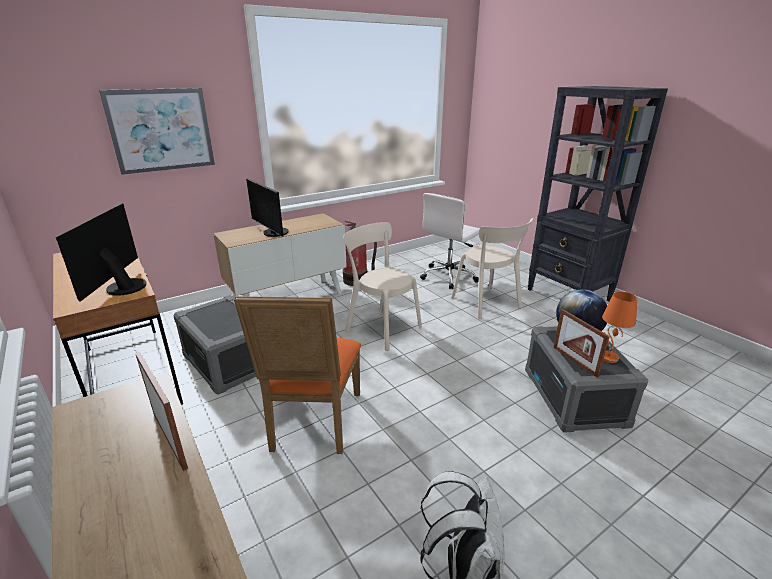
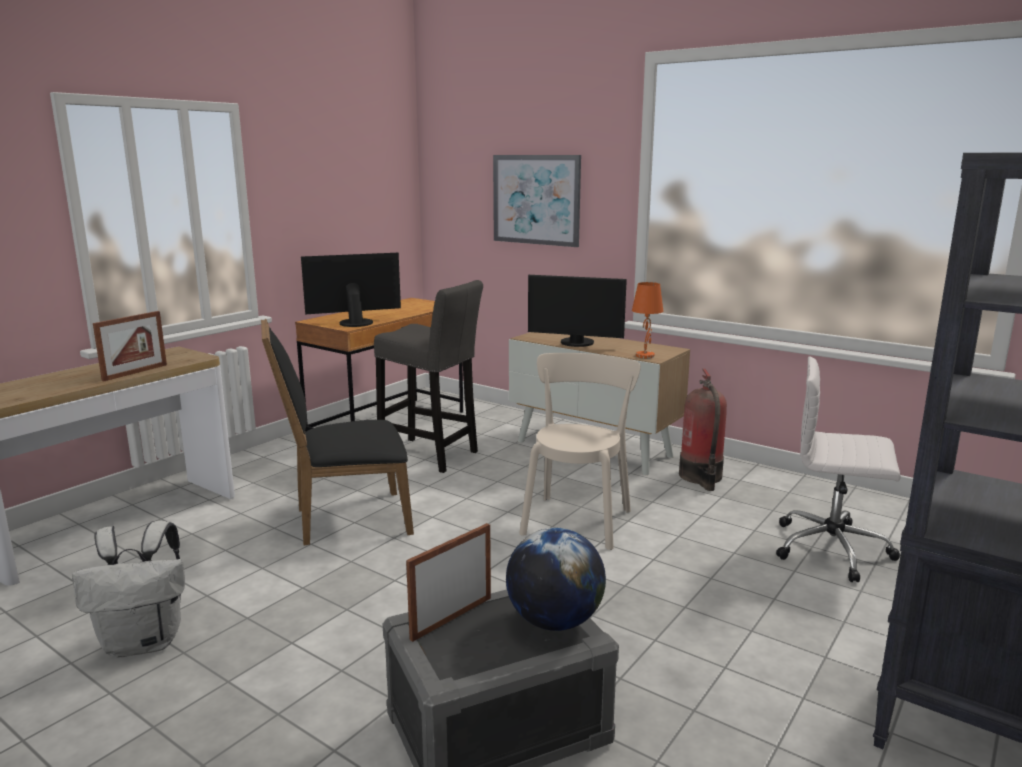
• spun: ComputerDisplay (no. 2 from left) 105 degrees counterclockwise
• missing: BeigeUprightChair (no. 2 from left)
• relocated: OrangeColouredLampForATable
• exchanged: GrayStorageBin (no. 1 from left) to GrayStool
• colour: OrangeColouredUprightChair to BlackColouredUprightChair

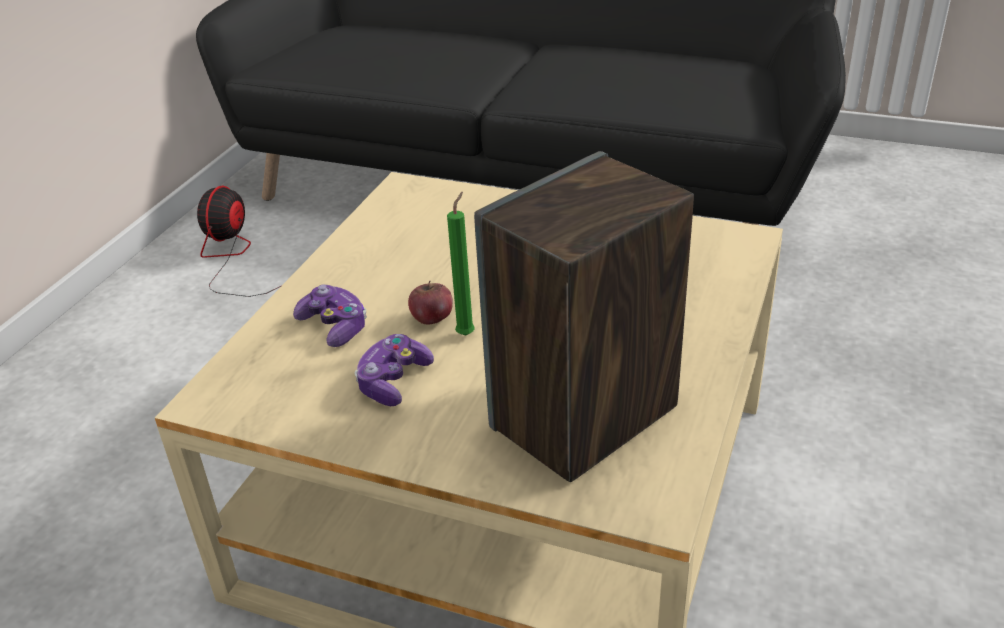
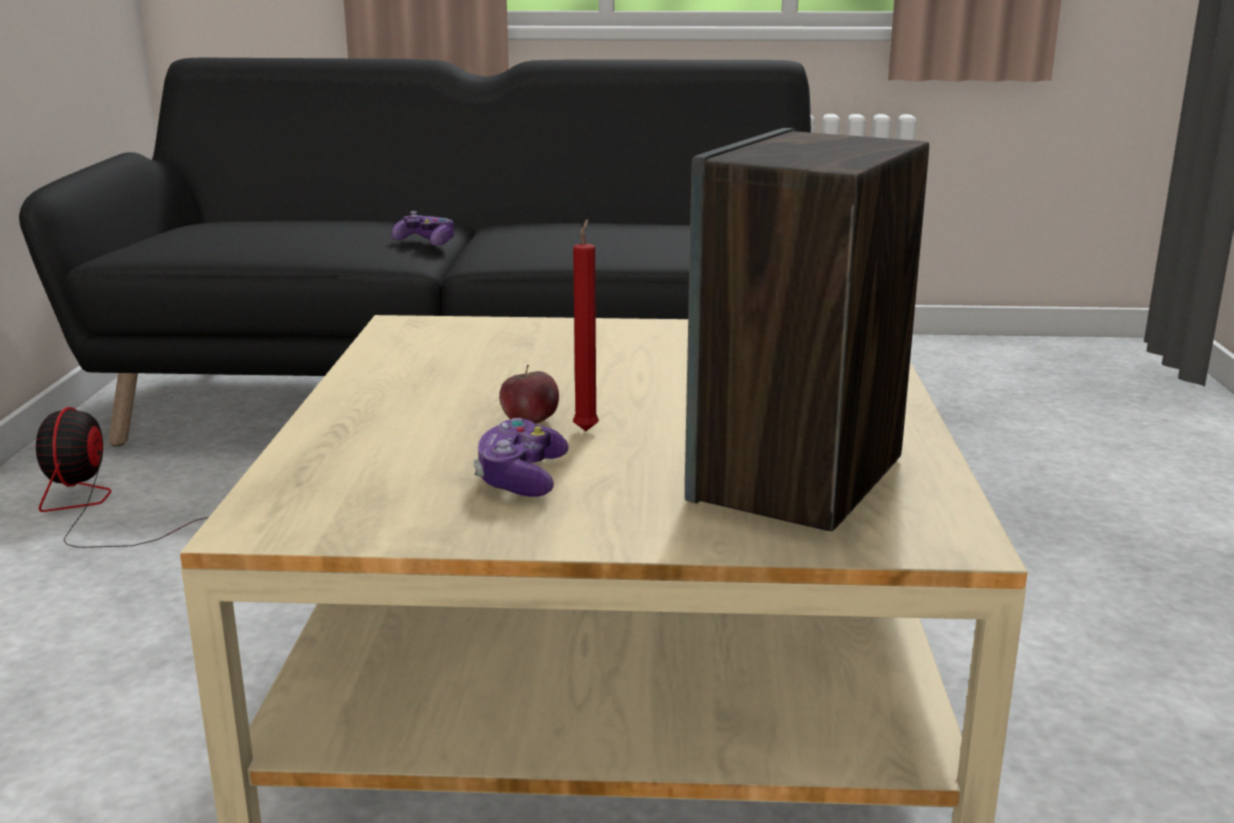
• colour: GreenWaxLight to RedWaxLight
• relocated: Joypad (no. 1 from left)

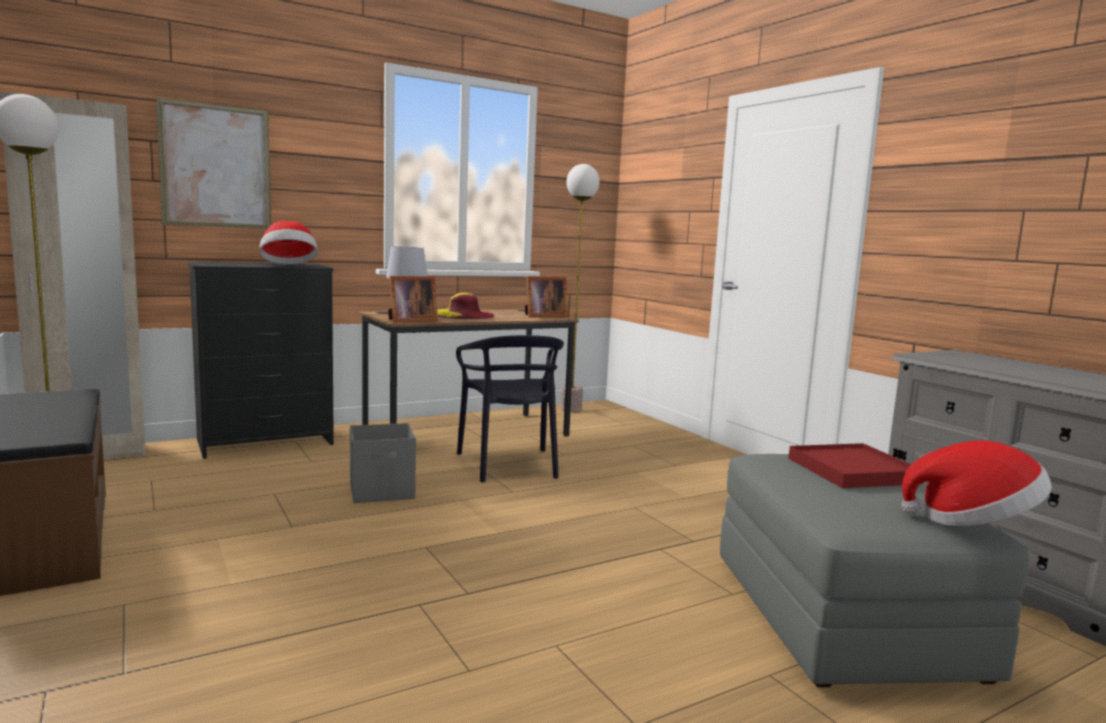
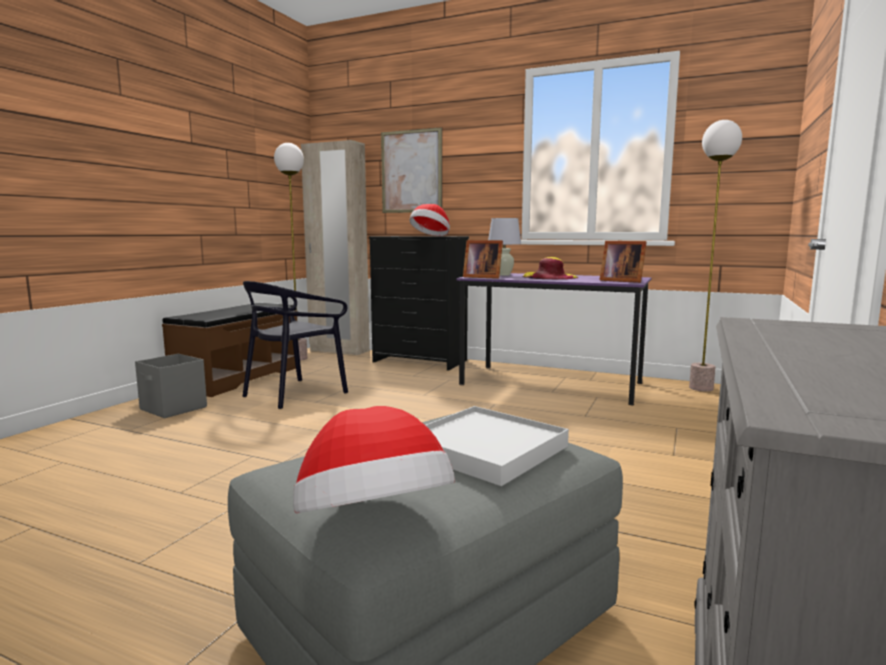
• colour: BrownColouredDeskTable to PurplishDeskTable
• relocated: BlackColouredUprightChair
• relocated: GrayStorageBin
• colour: RedServingTray to WhiteServingTray

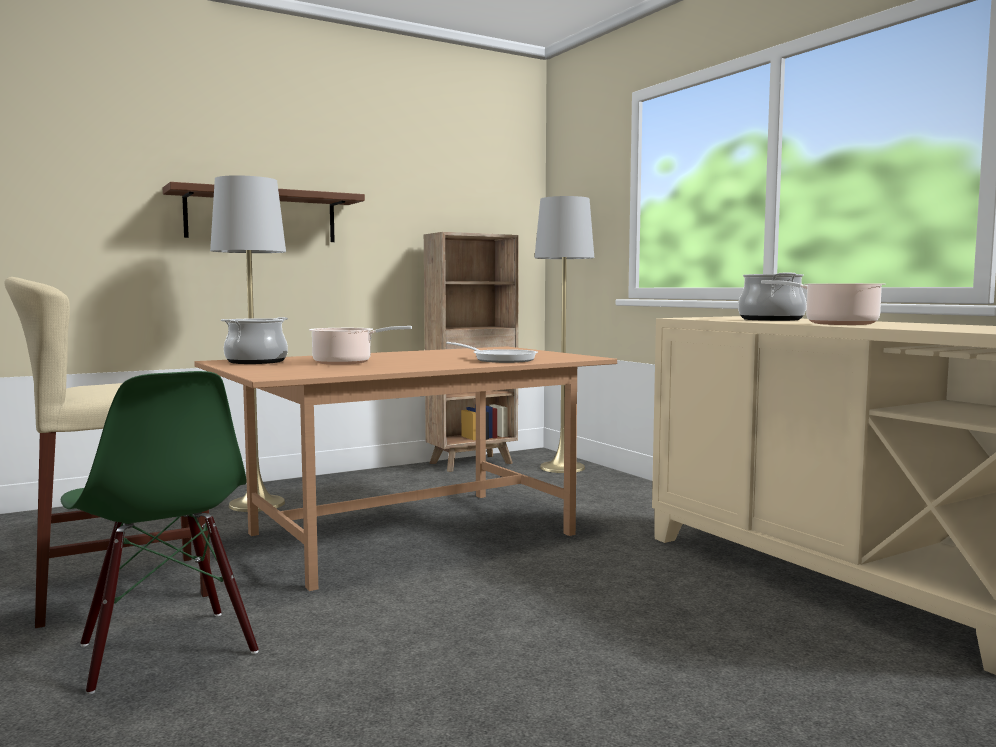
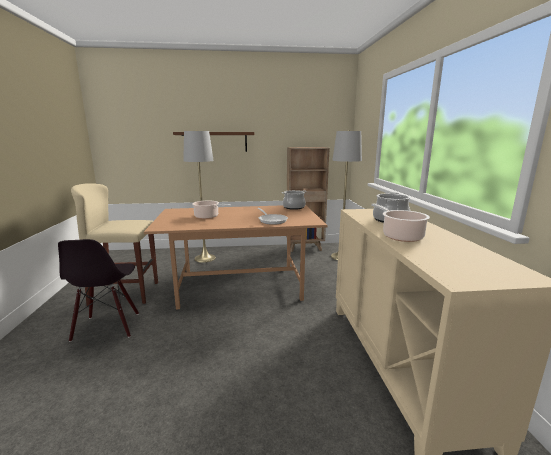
• relocated: CookingPot (no. 1 from left in the first image) to CookingPot (no. 2 from left)
• colour: GreenUprightChair to BlackColouredUprightChair

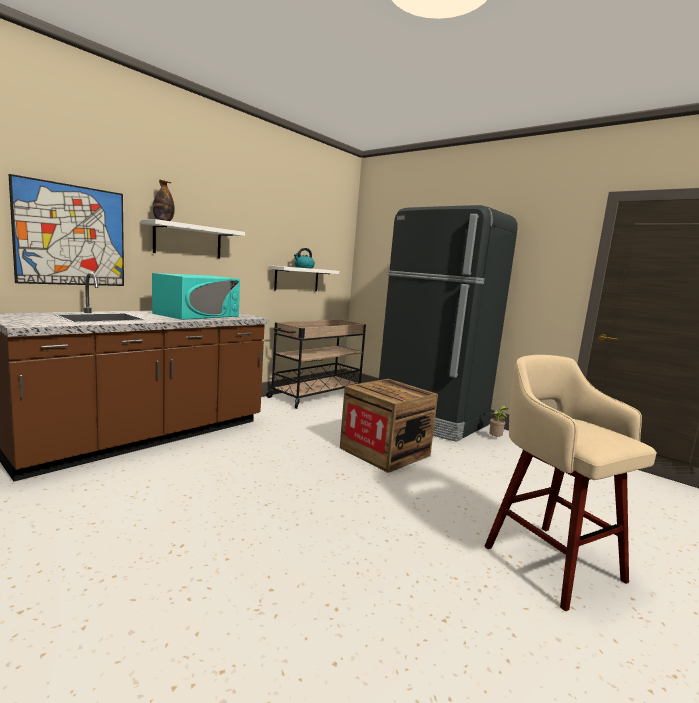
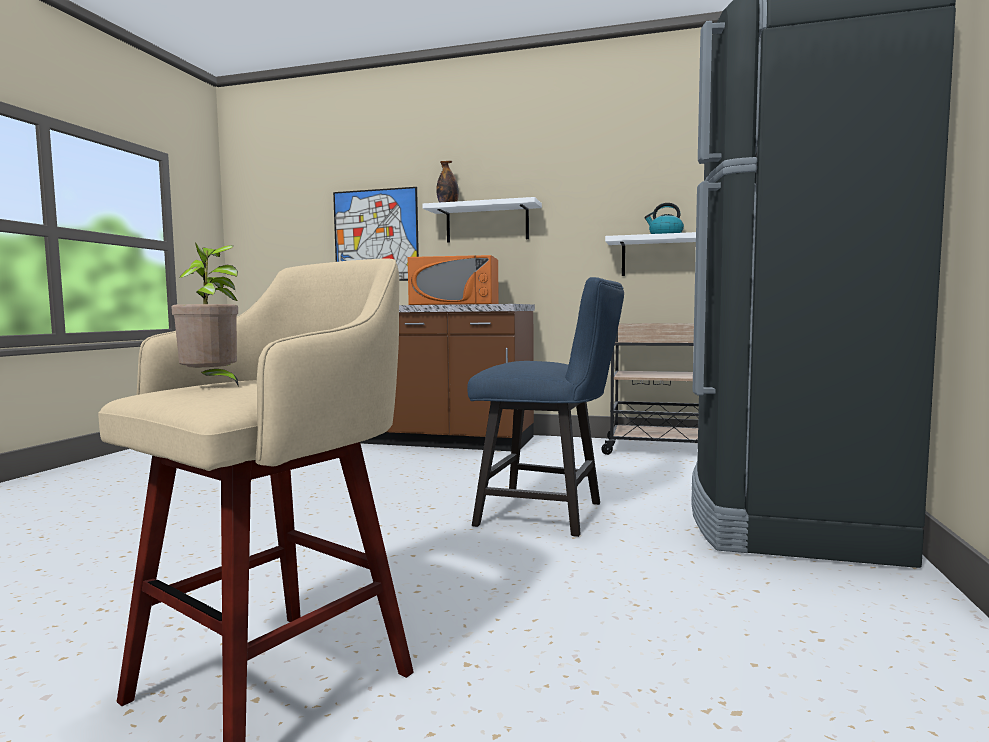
• colour: TurquoiseColouredMicrowaveOven to OrangeColouredMicrowaveOven
• exchanged: ShippingCrate to BlueColouredUprightChair
• relocated: Houseplant

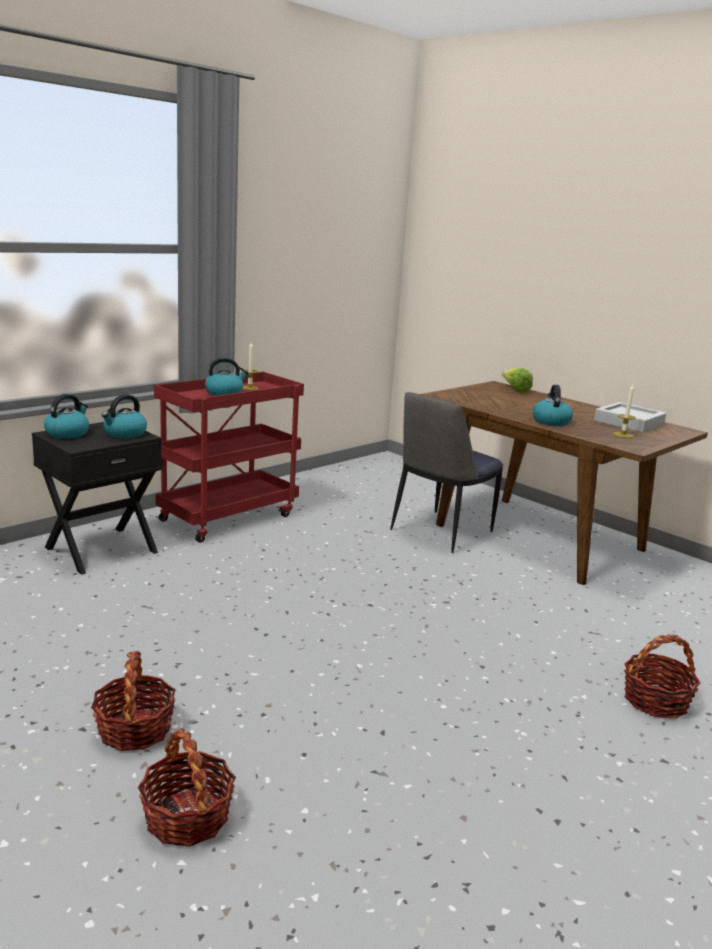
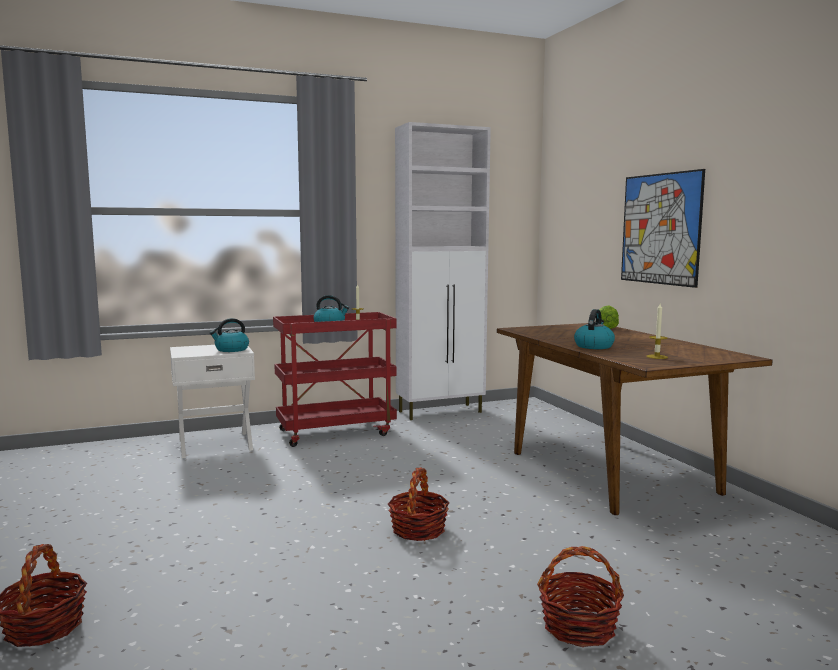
• missing: UprightChair
• missing: Kettle (no. 1 from left)
• missing: GrayServingTray
• colour: BlackColouredNightTable to WhiteNightTable
• relocated: StorageBasket (no. 1 from left in the first image) to StorageBasket (no. 2 from left)
• appeared: WhiteStorageCabinet
• appeared: WallPicture

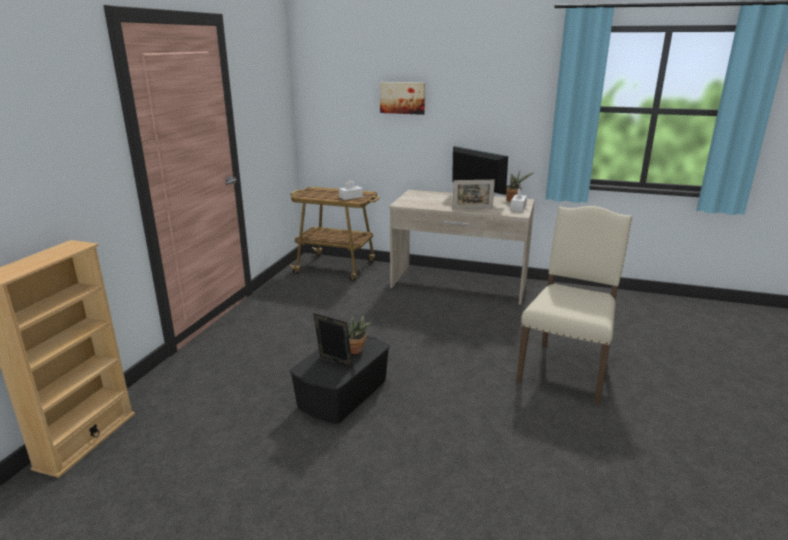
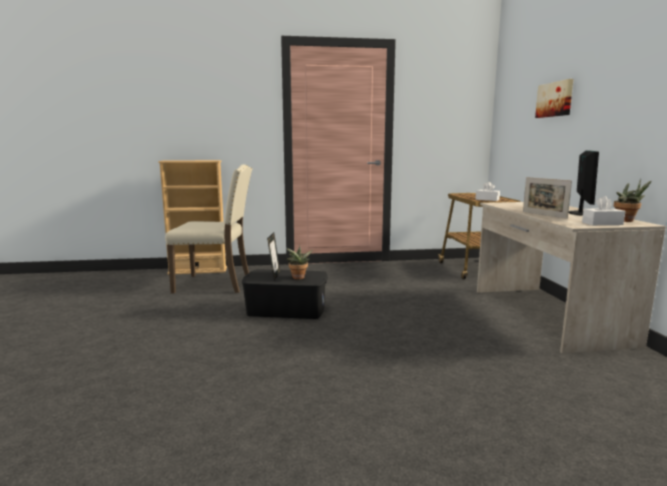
• relocated: BeigeUprightChair

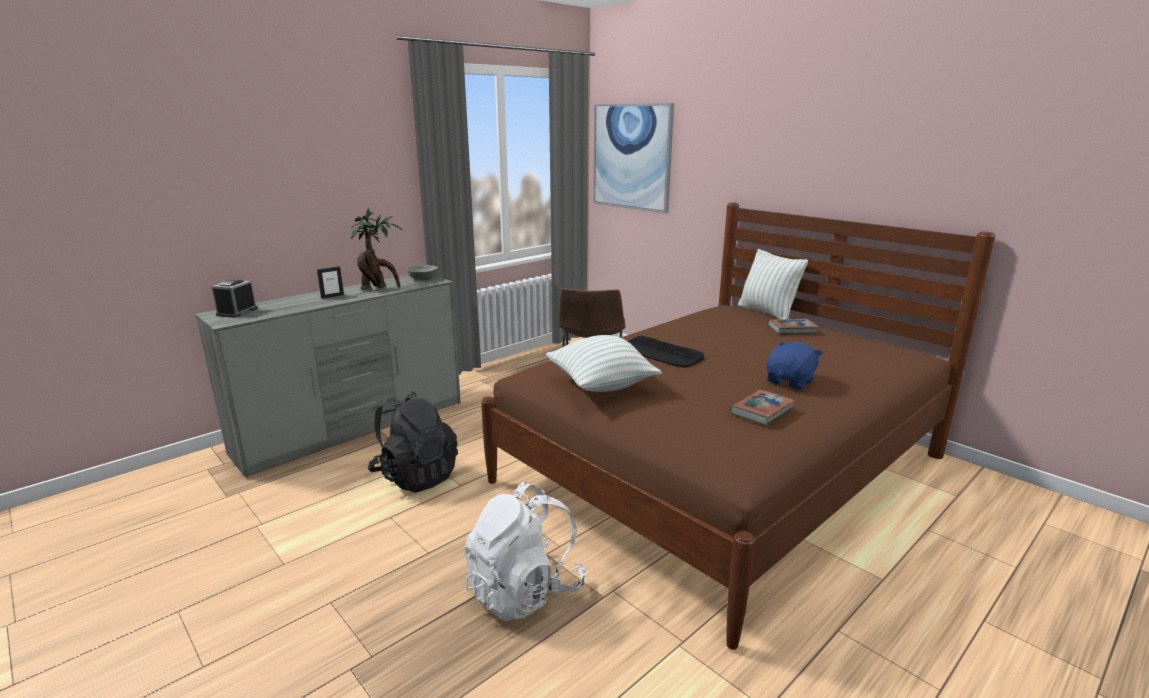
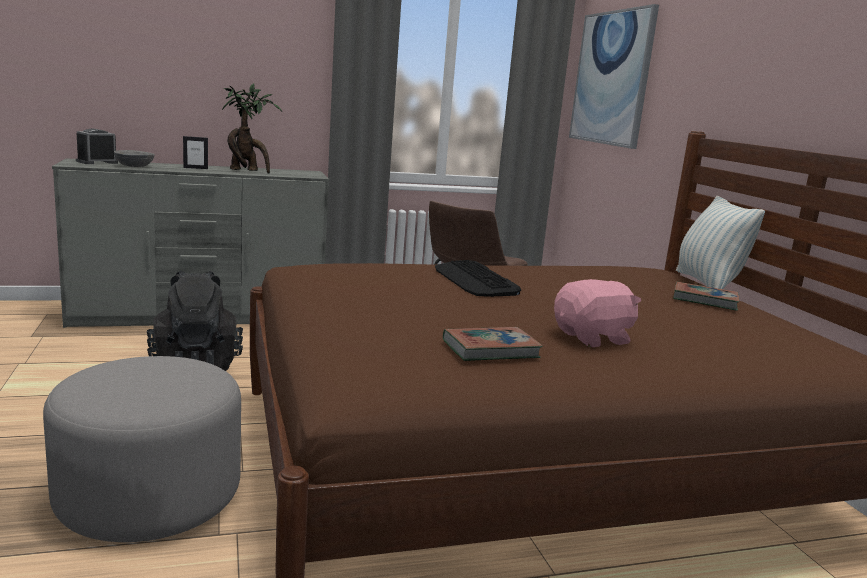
• relocated: GrayBowl
• missing: ThrowPillow (no. 1 from left)
• colour: BlueColouredCuddlyToy to PinkCuddlyToy
• exchanged: WhiteKnapsack to GrayOttoman

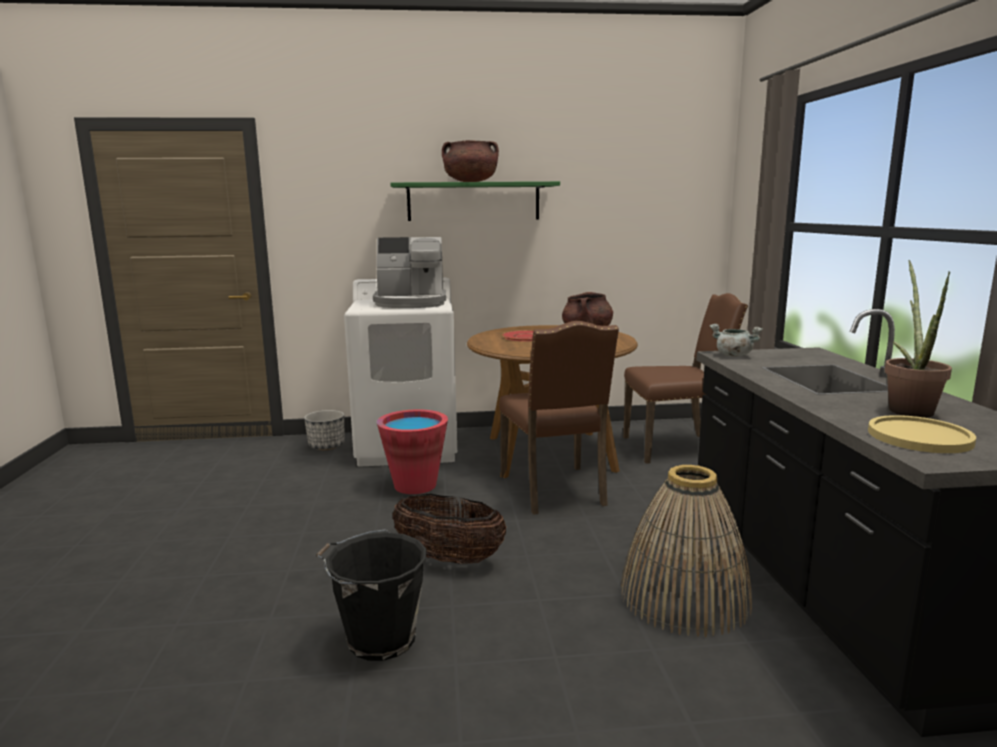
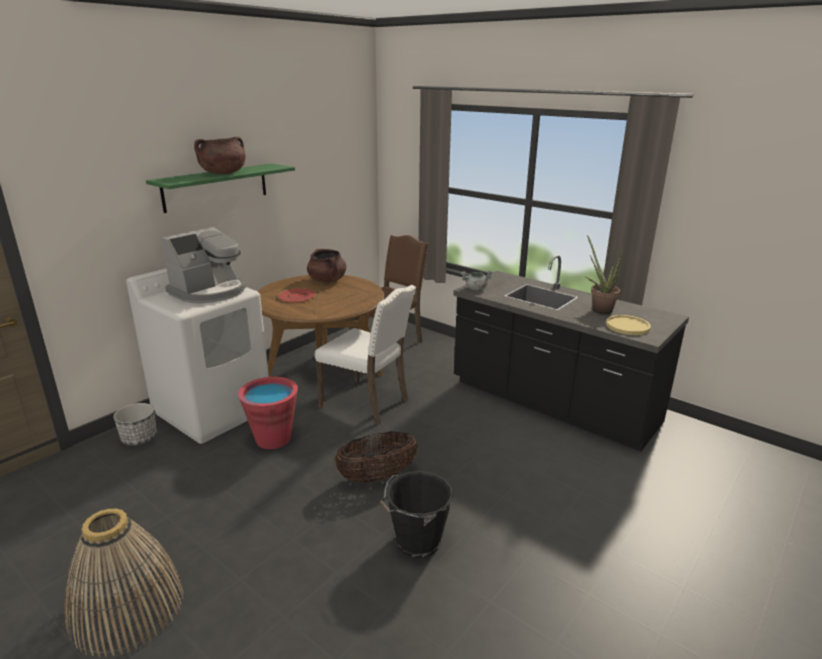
• colour: BrownColouredUprightChair (no. 1 from left) to WhiteUprightChair
• relocated: StorageBasket (no. 2 from left in the first image) to StorageBasket (no. 1 from left)

